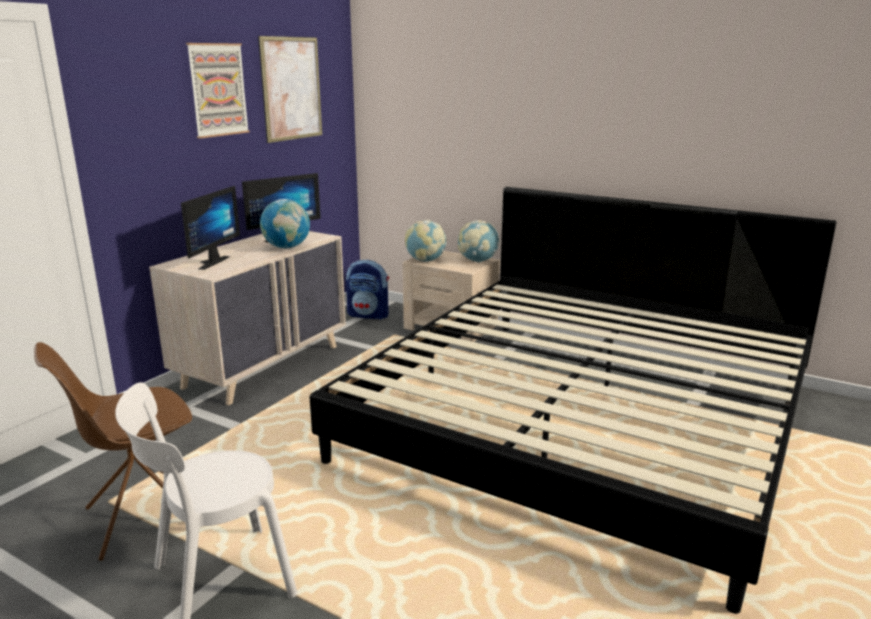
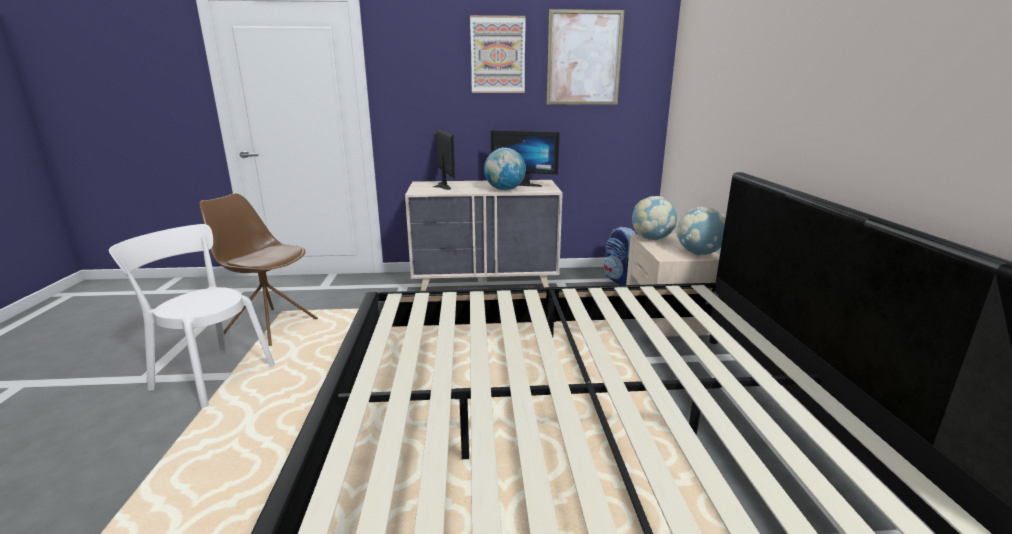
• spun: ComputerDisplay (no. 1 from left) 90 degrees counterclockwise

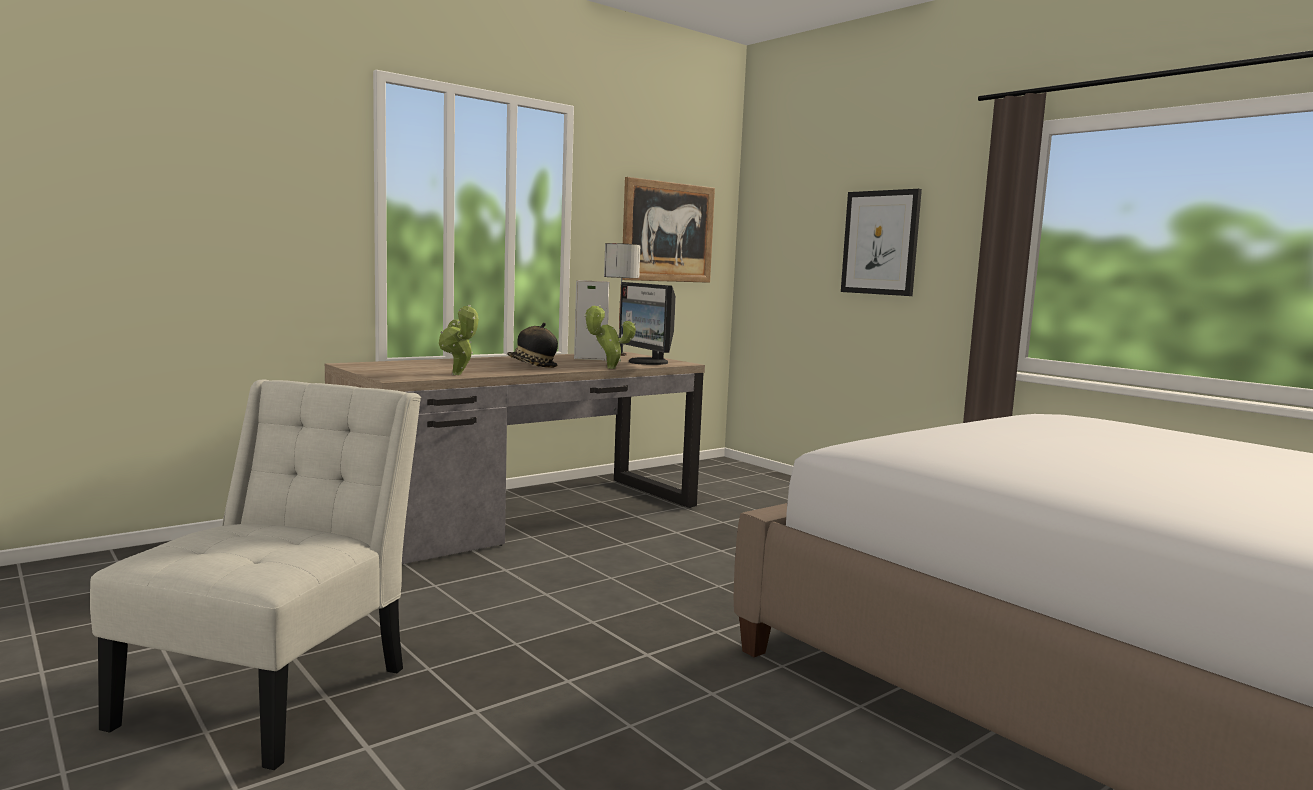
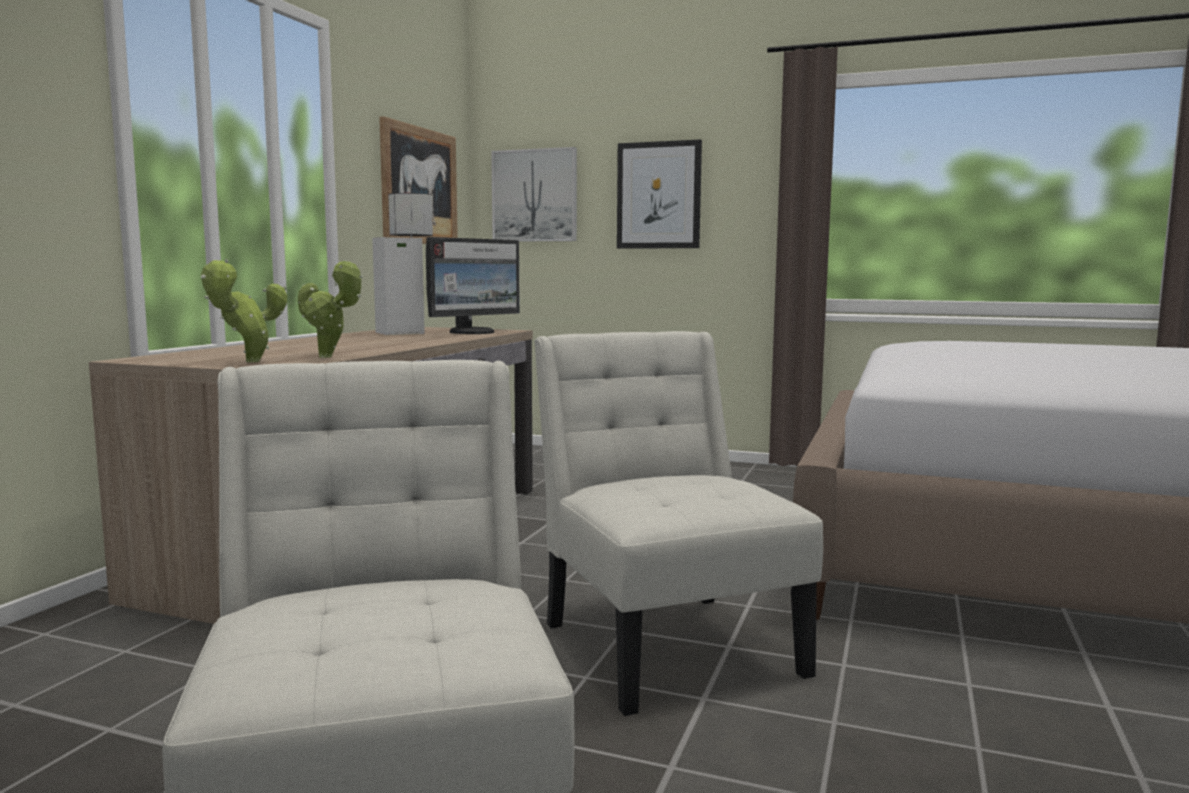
• spun: ComputerDisplay 75 degrees counterclockwise
• relocated: Houseplant (no. 2 from left in the first image) to Houseplant (no. 1 from left)
• missing: ClothingHat
• appeared: WallPicture (no. 2 from left)
• appeared: WhiteUprightChair (no. 2 from left)

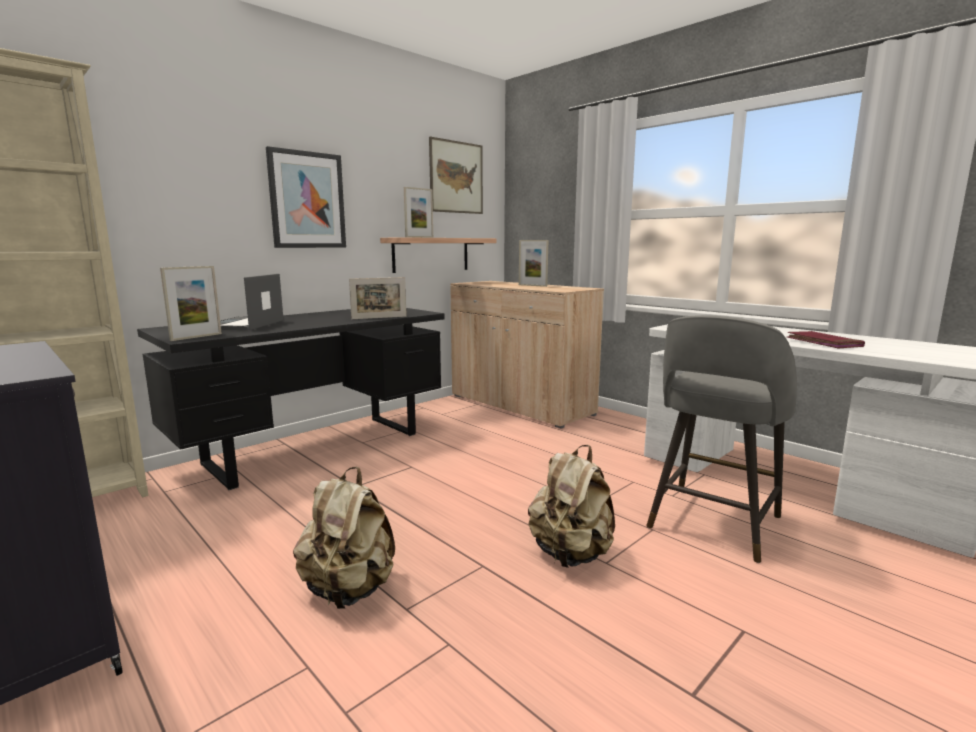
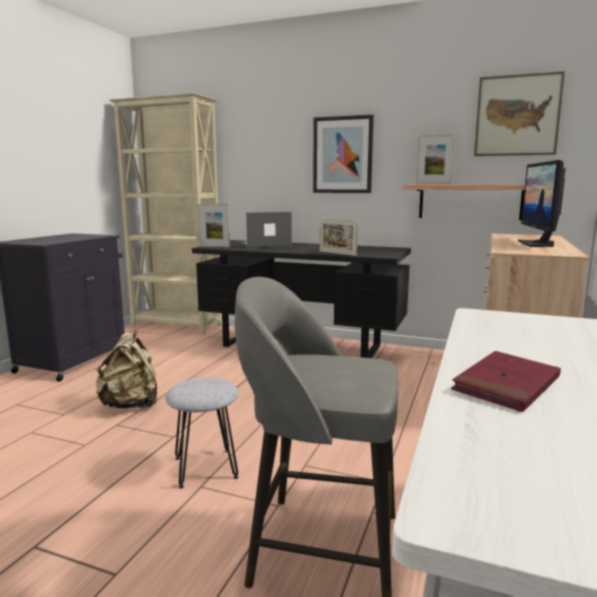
• exchanged: StandingFrame (no. 4 from left) to ComputerDisplay
• exchanged: BeigeKnapsack (no. 2 from left) to GrayStool (no. 1 from left)

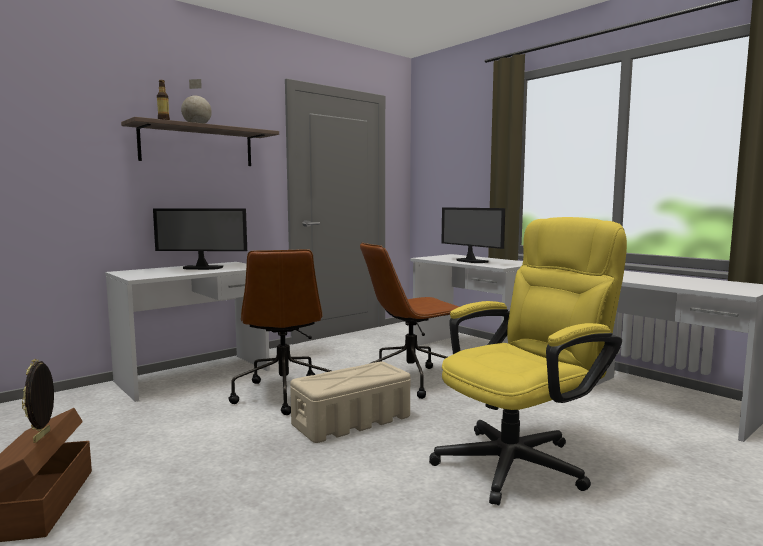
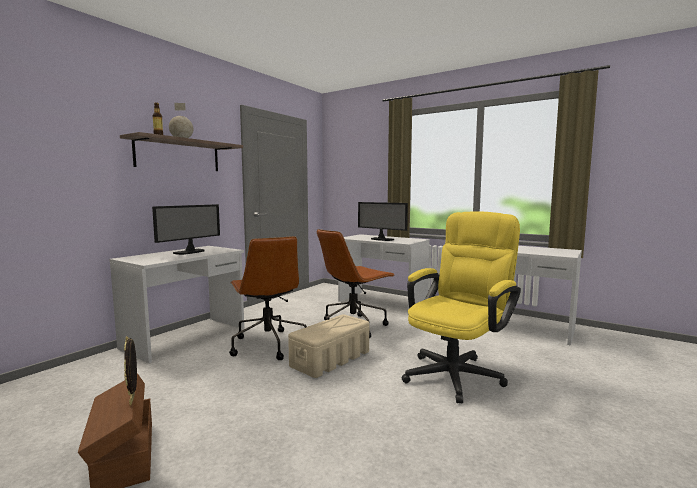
• spun: ComputerDisplay (no. 1 from left) 45 degrees counterclockwise

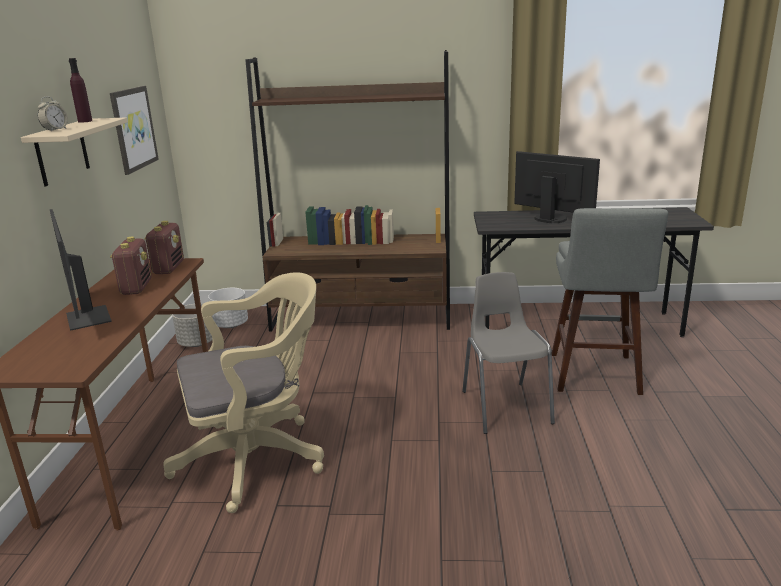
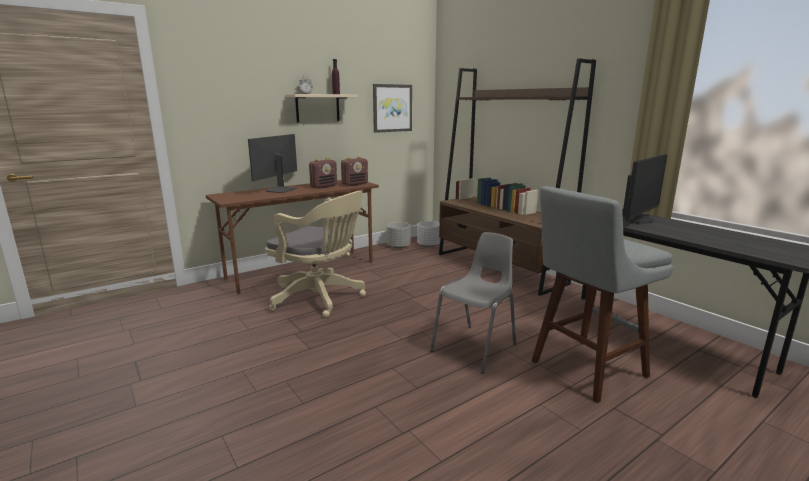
• spun: ComputerDisplay (no. 2 from left) 45 degrees clockwise

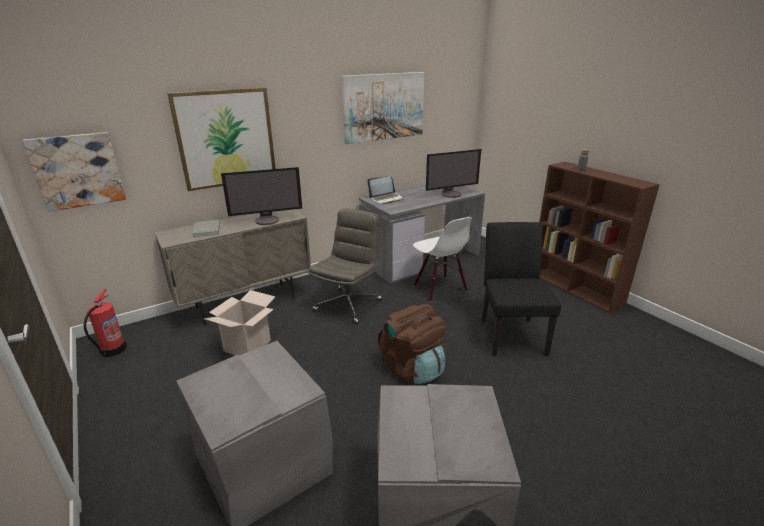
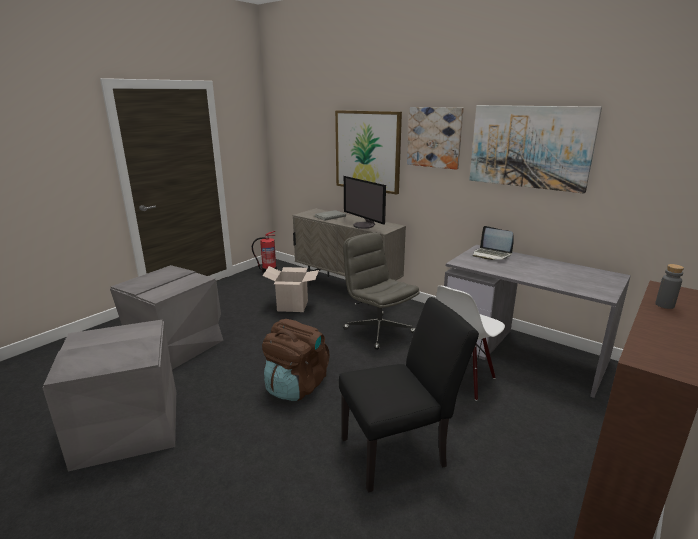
• relocated: WallPicture (no. 1 from left in the first image) to WallPicture (no. 2 from left)
• missing: ComputerDisplay (no. 2 from left)
• spun: GrayComputerChair 135 degrees counterclockwise

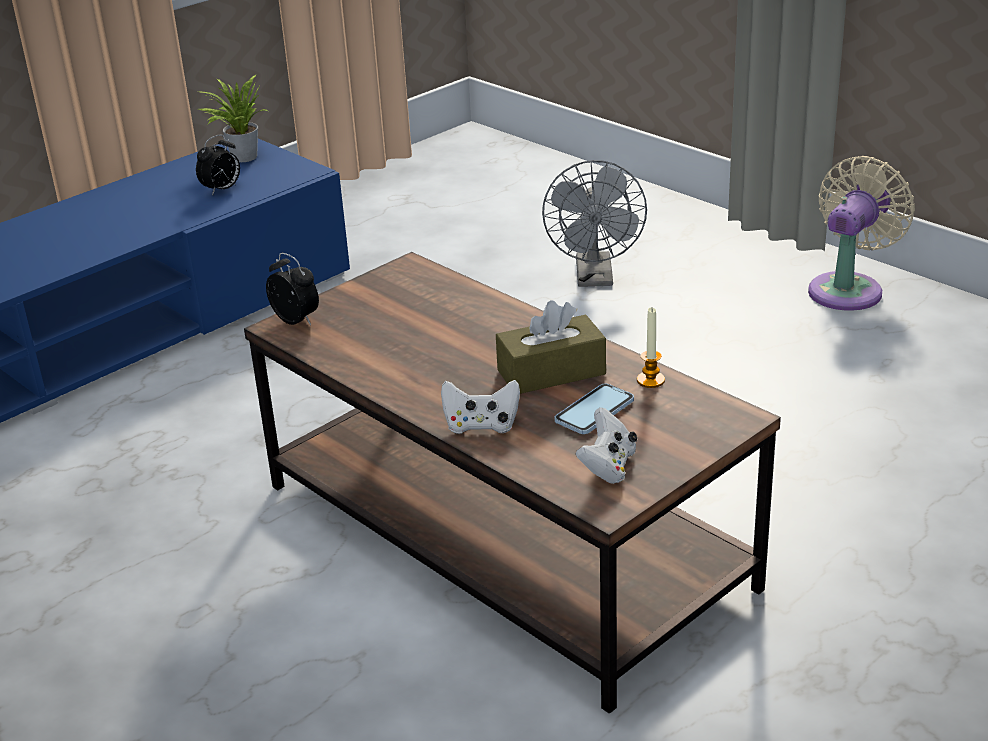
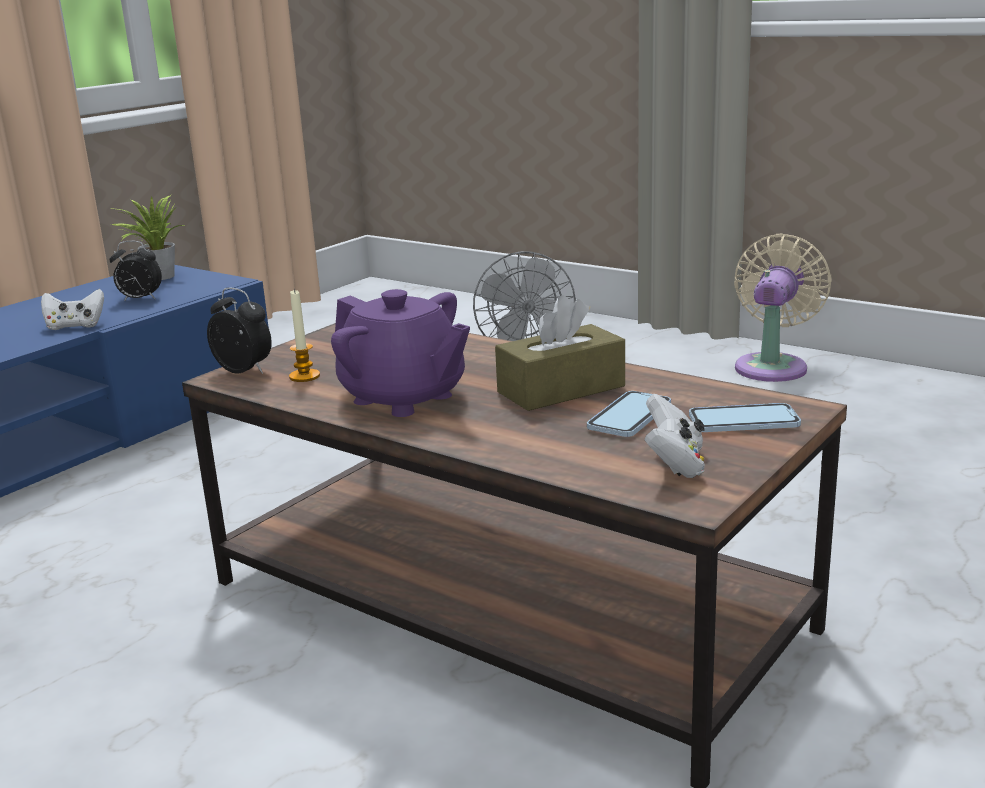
• spun: TableClock (no. 1 from left) 60 degrees clockwise
• relocated: WaxLight
• relocated: WhiteJoypad (no. 1 from left)
• appeared: PurplishTeaPot
• appeared: Telephone (no. 2 from left)

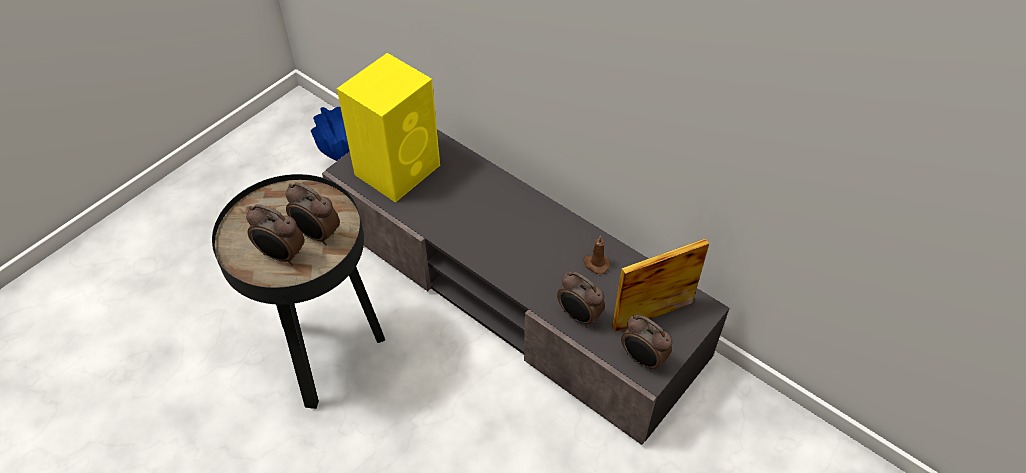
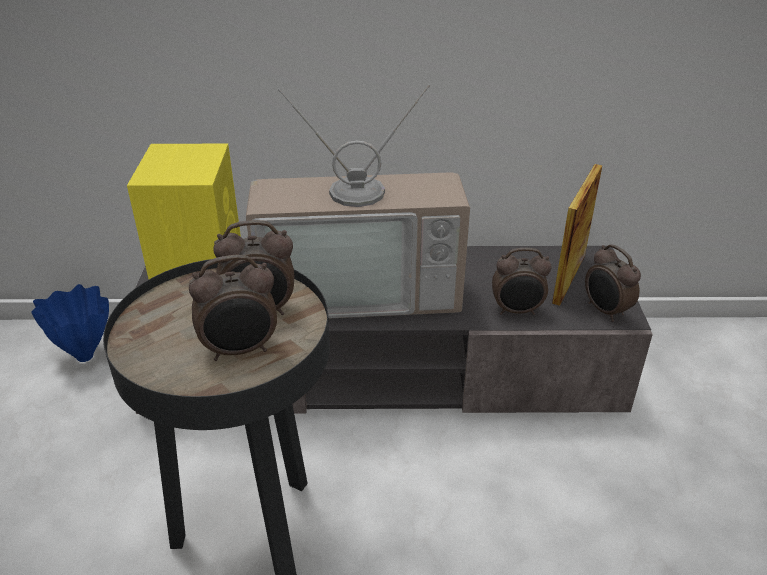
• missing: BrownColouredWaxLight
• spun: TableClock (no. 4 from left) 60 degrees clockwise
• appeared: Tv

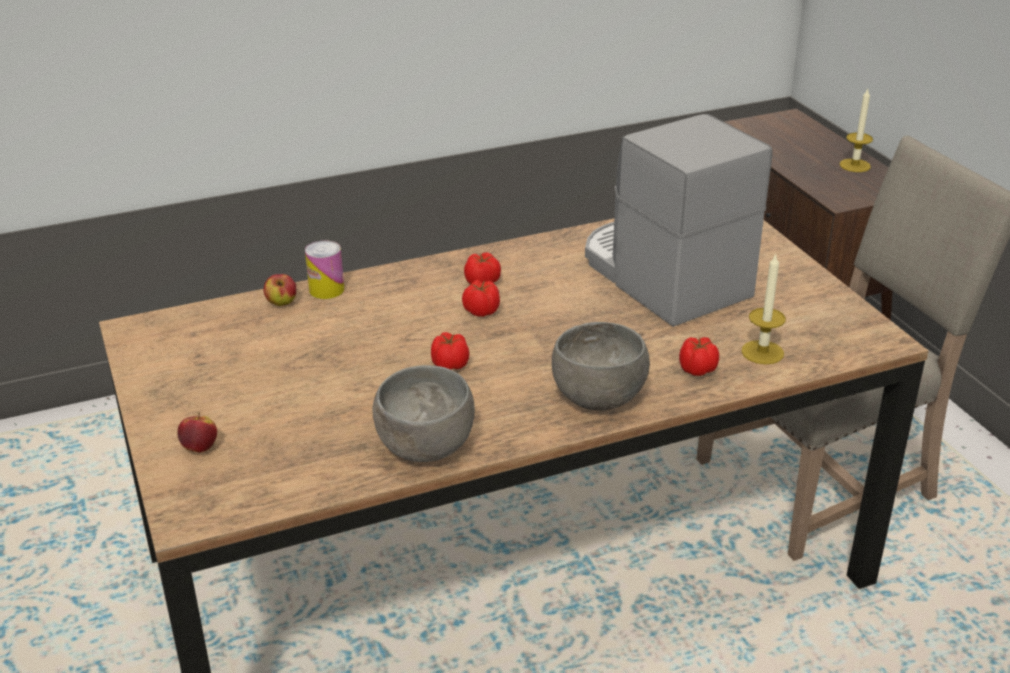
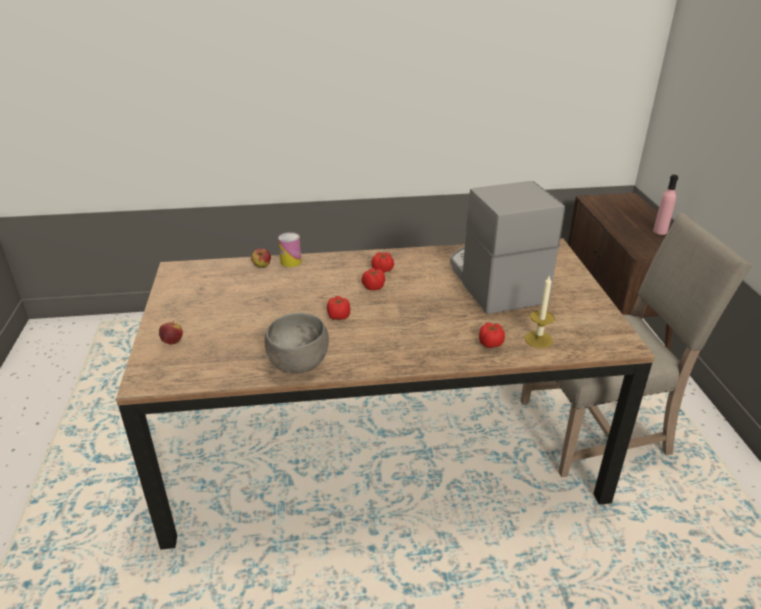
• exchanged: WaxLight (no. 2 from left) to PinkDrinkBottle
• missing: GrayBowl (no. 2 from left)

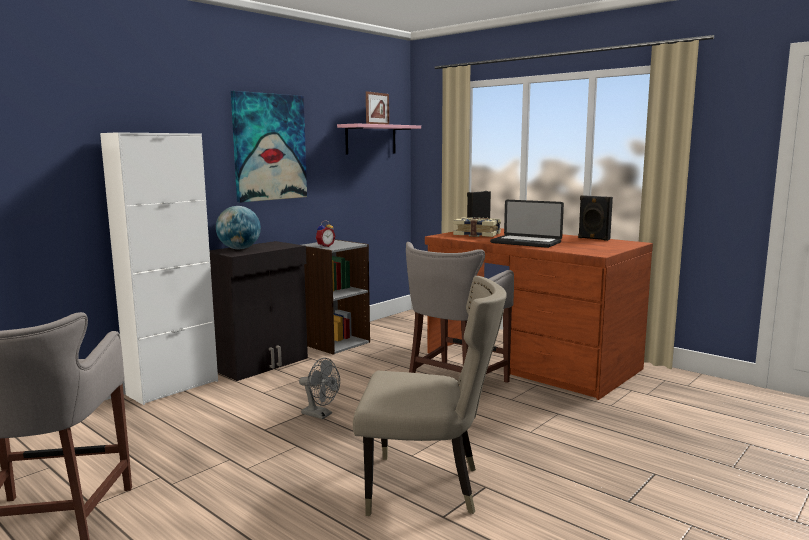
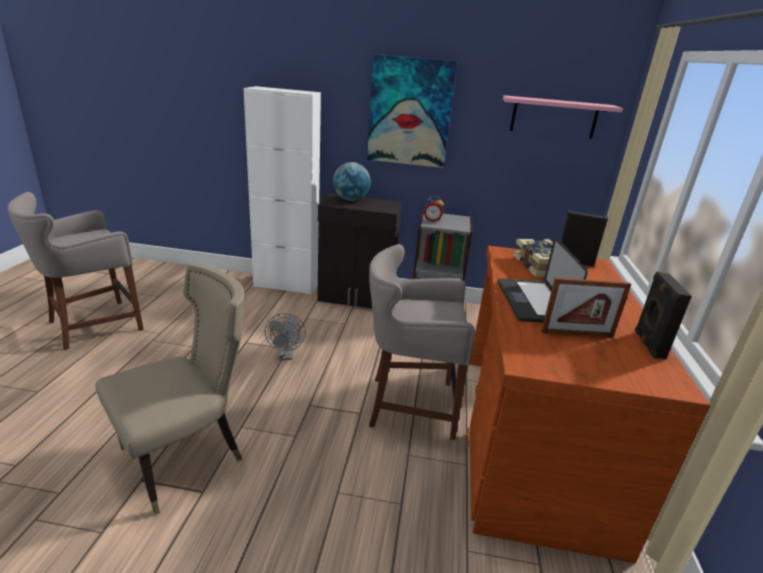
• relocated: StandingFrame
• spun: BeigeUprightChair 105 degrees counterclockwise

